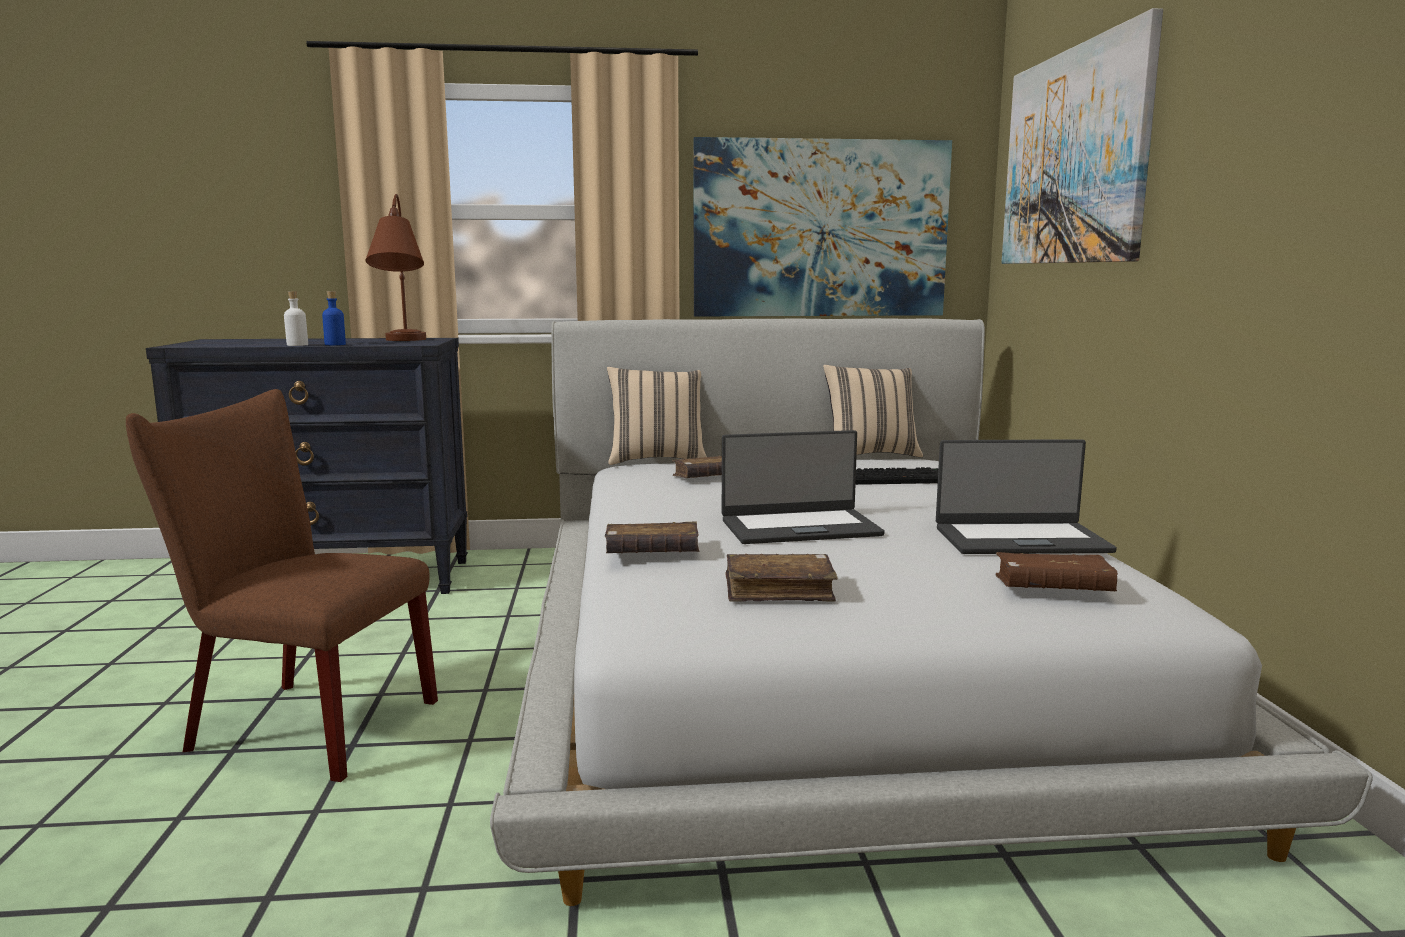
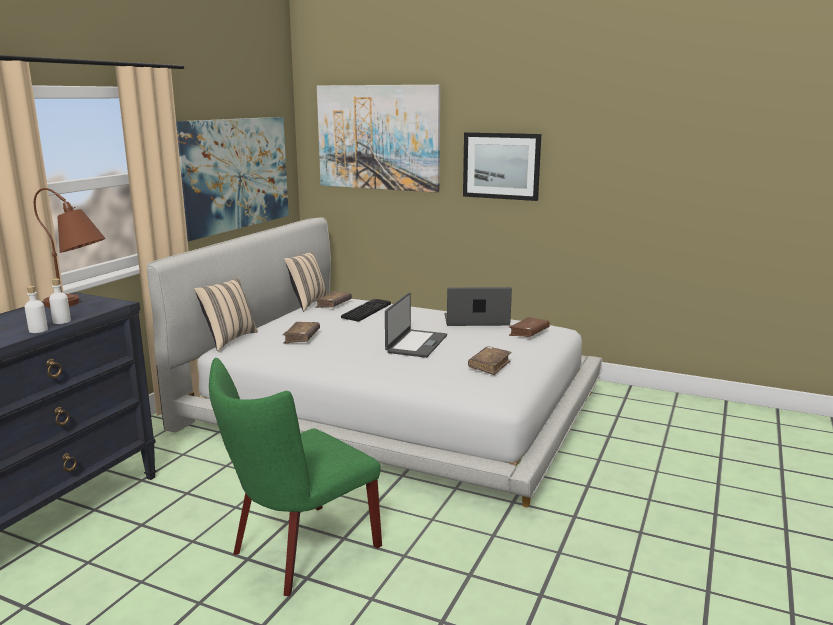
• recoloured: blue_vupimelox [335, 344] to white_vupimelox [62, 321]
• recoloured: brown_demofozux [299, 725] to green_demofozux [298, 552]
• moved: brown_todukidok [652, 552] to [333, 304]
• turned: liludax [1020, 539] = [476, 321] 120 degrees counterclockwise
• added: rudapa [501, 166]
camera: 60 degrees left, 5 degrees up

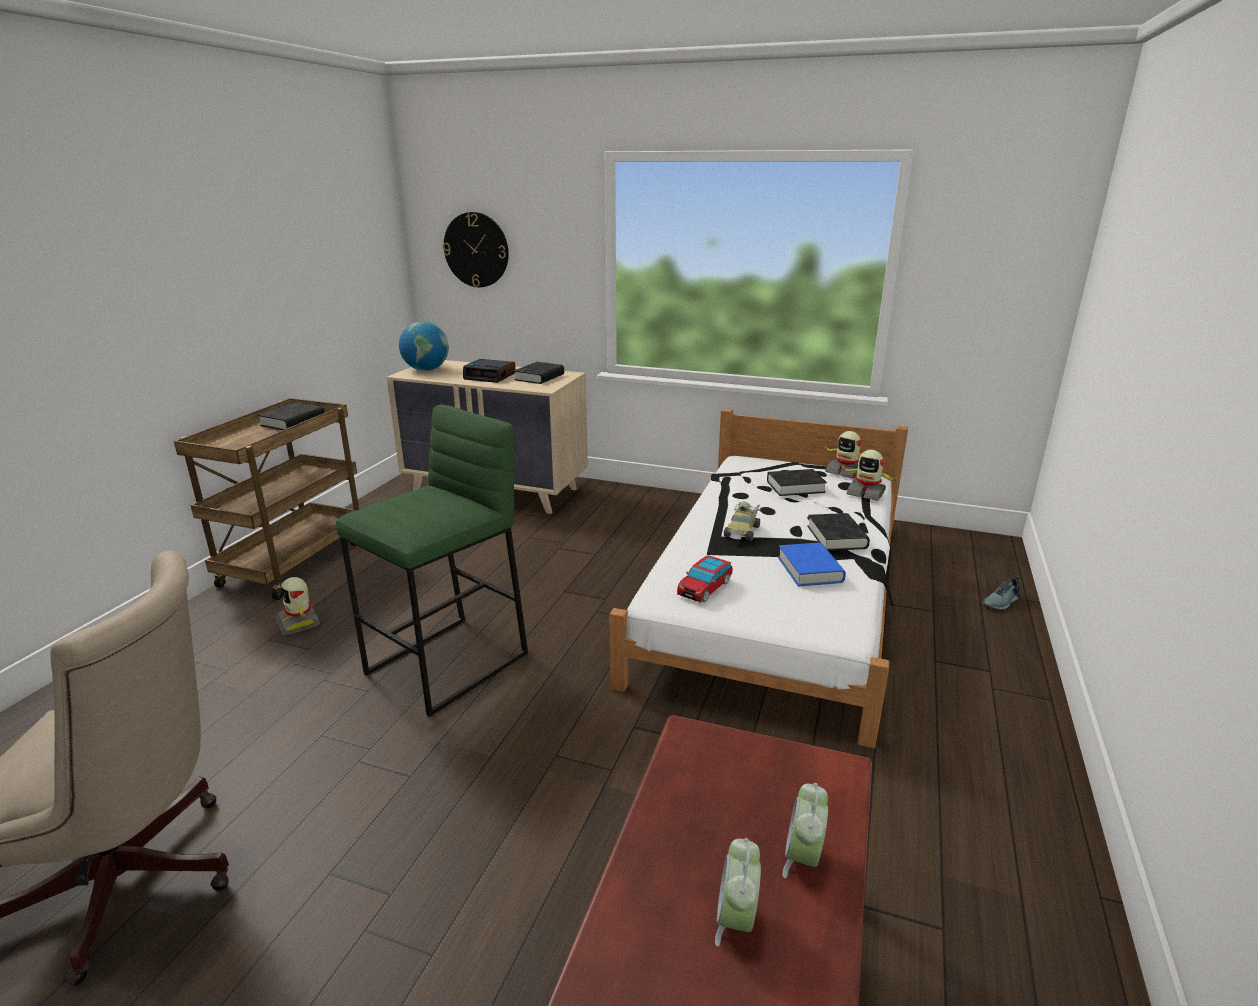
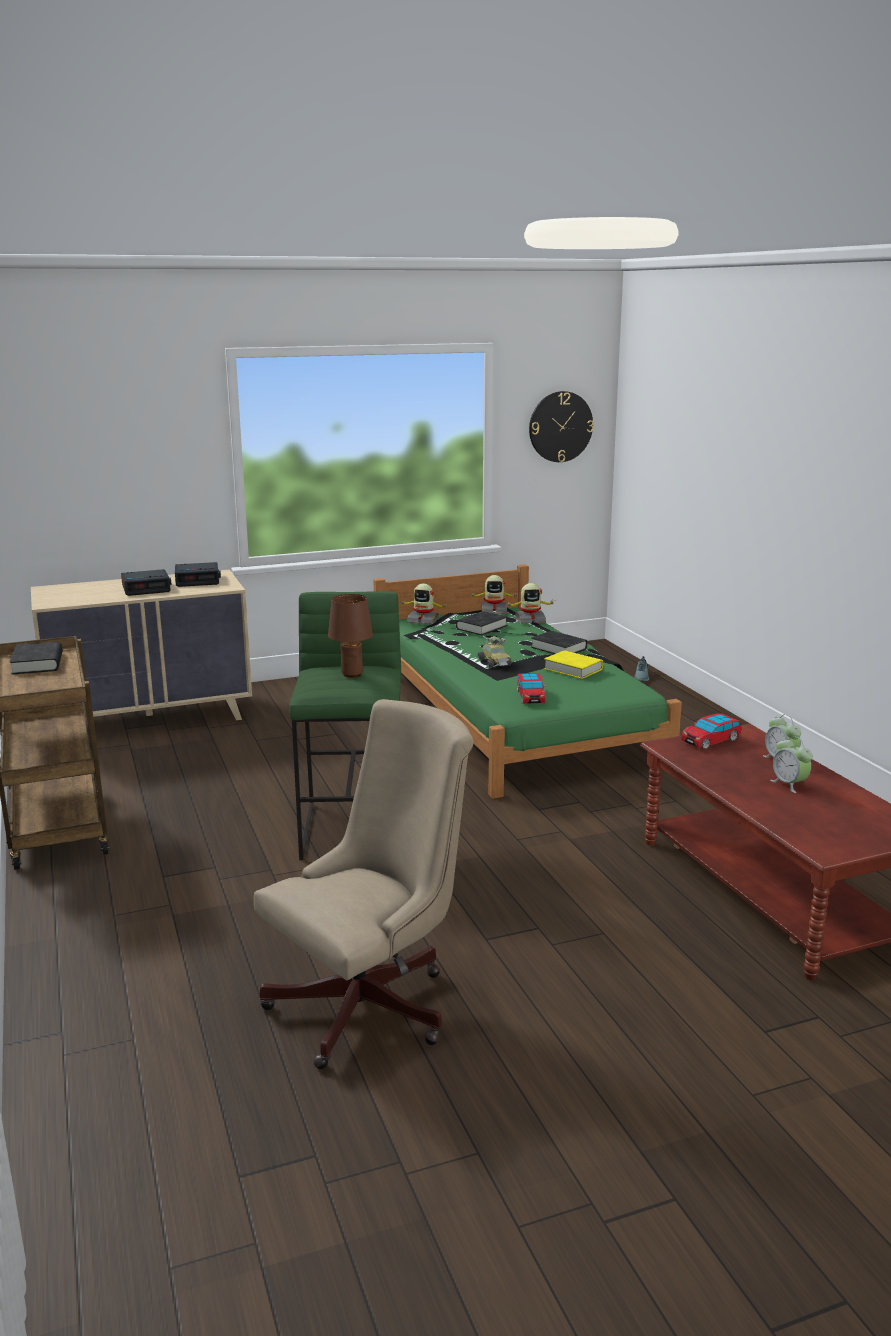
• replaced: black_todukidok [539, 377] to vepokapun [198, 580]
• added: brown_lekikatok [352, 674]
• recoloured: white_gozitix [775, 596] to green_gozitix [510, 716]
• moved: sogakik [299, 622] to [423, 621]
• moved: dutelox [476, 250] to [560, 426]
• recoloured: blue_todukidok [810, 569] to yellow_todukidok [573, 669]
• added: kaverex [710, 740]
• removed: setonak [426, 369]
camera: 40 degrees left, 5 degrees down

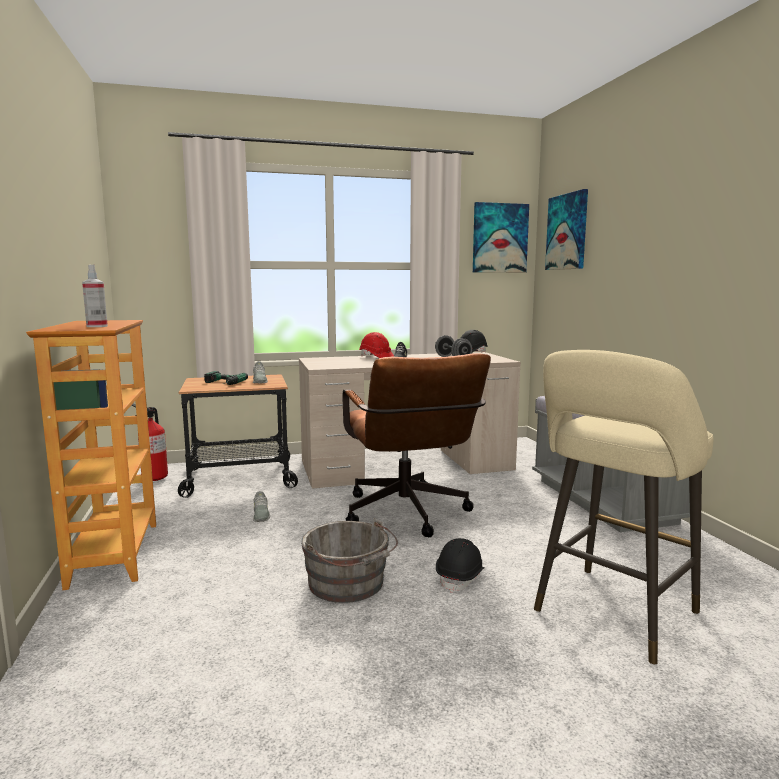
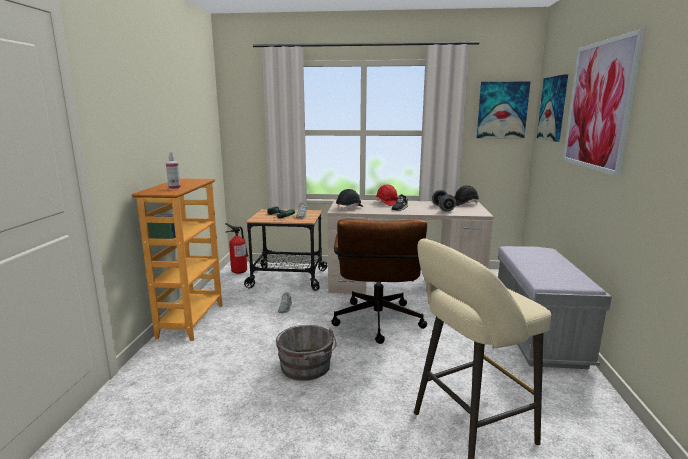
• moved: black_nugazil [461, 577] to [349, 208]
• added: rudapa [598, 106]
camera: 20 degrees right, 5 degrees up

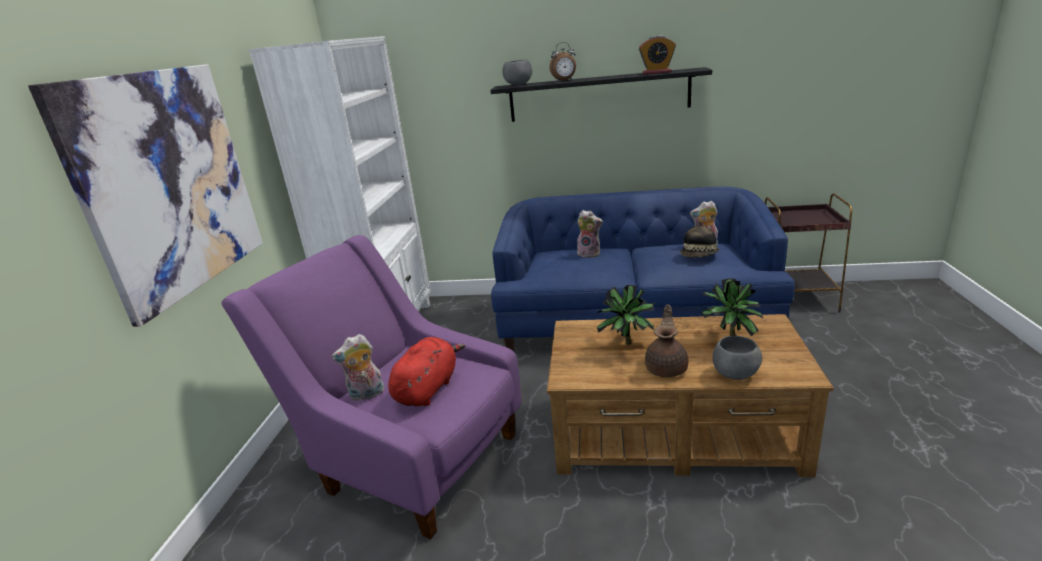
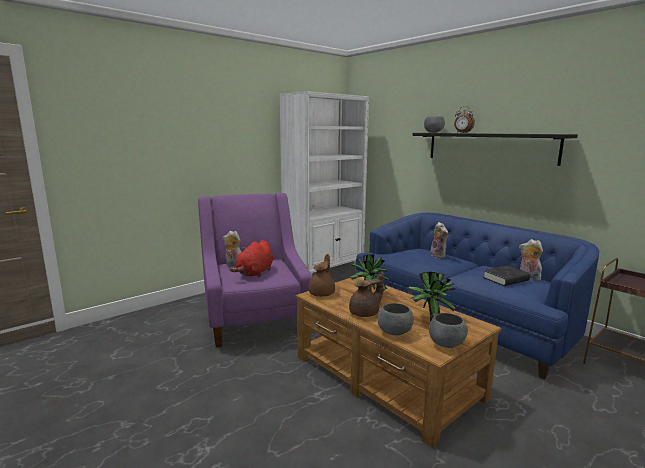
• turned: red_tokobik [428, 389] = [255, 273] 135 degrees clockwise
• added: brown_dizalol [322, 293]
• added: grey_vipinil [447, 344]
• replaced: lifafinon [699, 256] to black_todukidok [505, 279]
• removed: rudapa [170, 184]
• removed: vepokapun [657, 73]
camera: 40 degrees right, 10 degrees down

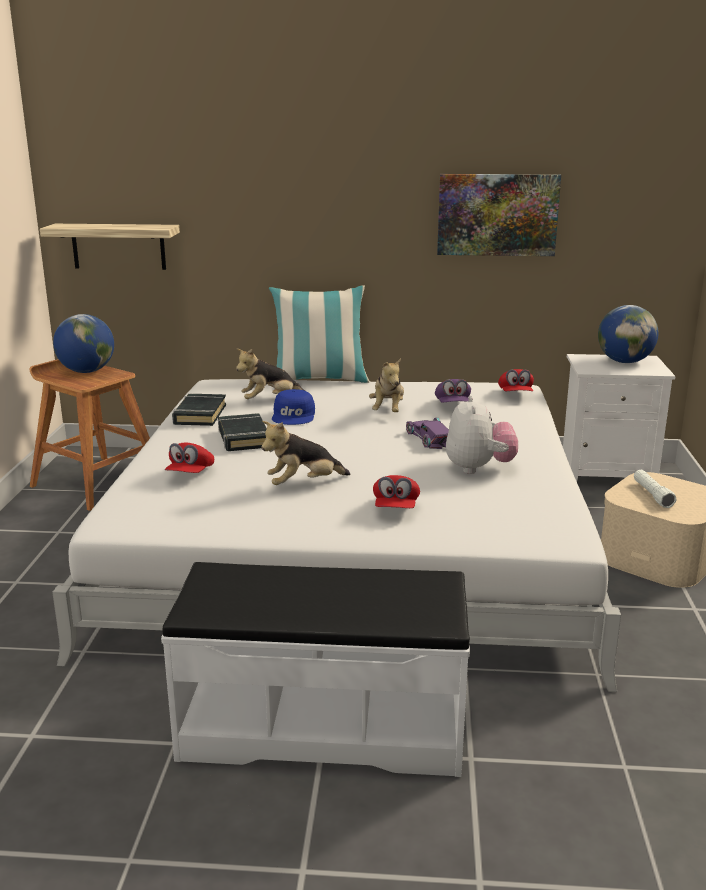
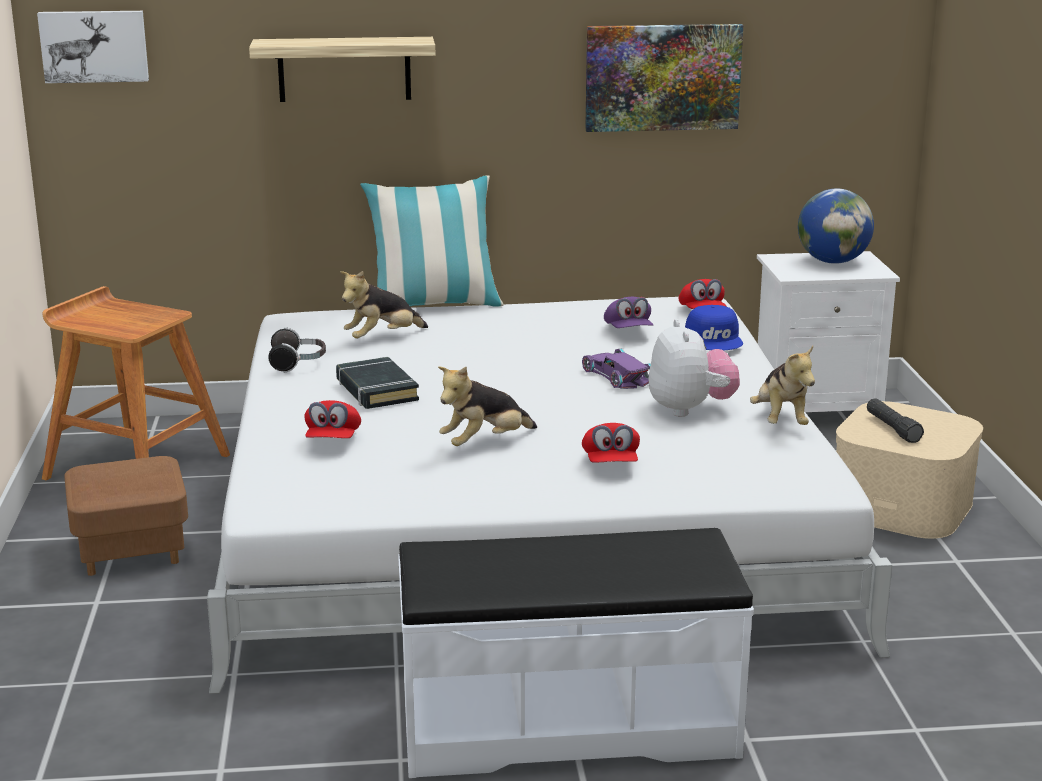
• added: rudapa [94, 46]
• added: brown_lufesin [131, 550]
• moved: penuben [118, 246] to [344, 69]
• replaced: black_todukidok [199, 414] to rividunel [298, 363]
• moved: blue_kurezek [294, 415] to [714, 339]
• moved: tokobik [388, 410] to [780, 420]
• recoloured: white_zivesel [652, 495] to black_zivesel [892, 429]
• removed: setonak [87, 371]
camera: 10 degrees left, 0 degrees up

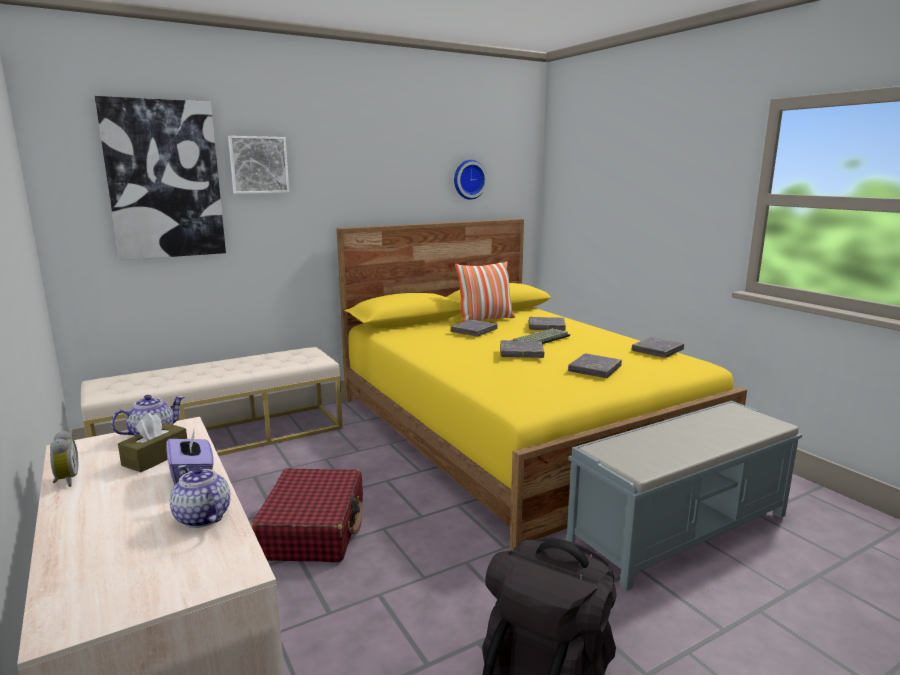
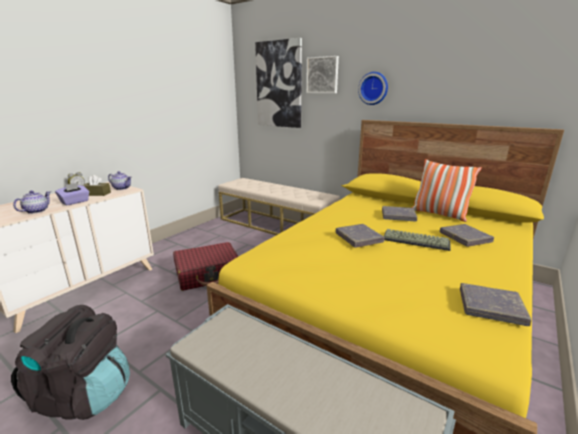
• moved: dutelox [468, 179] to [373, 88]
• removed: grey_todukidok [594, 369]
camera: 65 degrees right, 5 degrees up

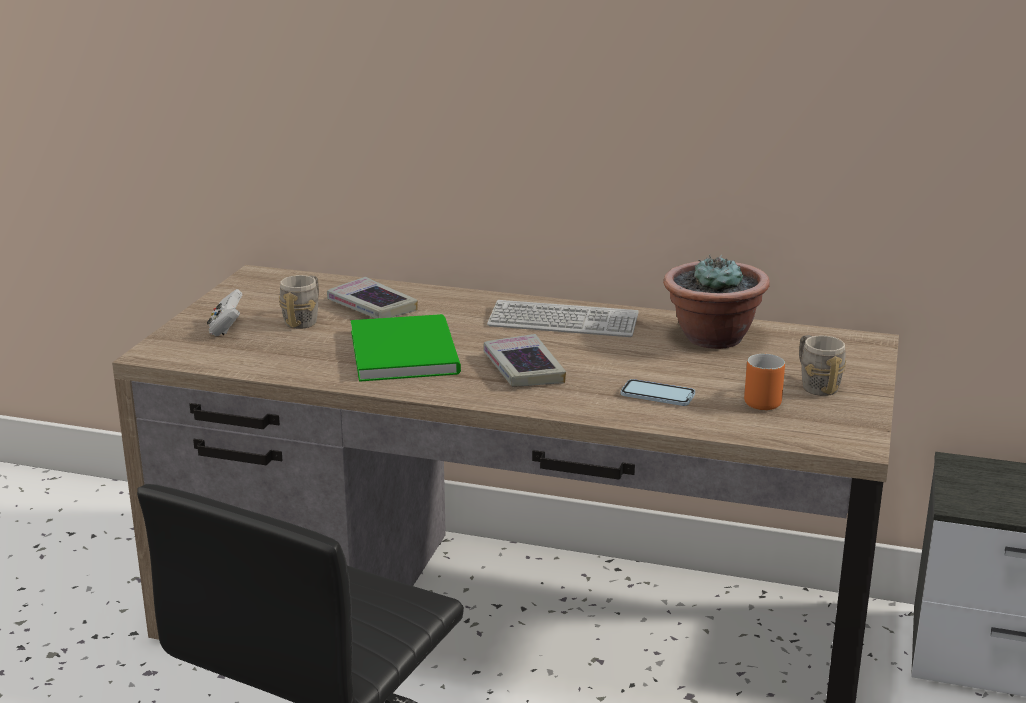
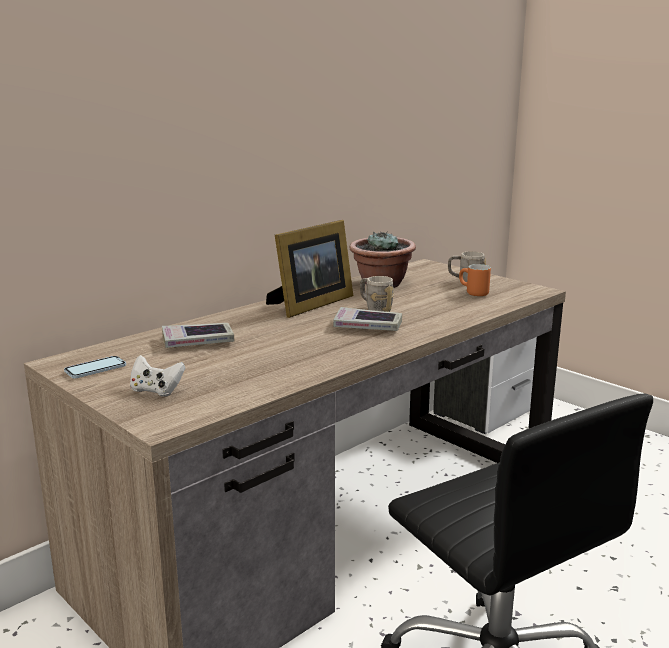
• moved: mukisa [657, 395] to [95, 369]
• replaced: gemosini [563, 322] to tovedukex [310, 304]
• moved: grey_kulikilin [304, 320] to [375, 309]
• removed: green_todukidok [407, 350]
camera: 60 degrees left, 5 degrees down

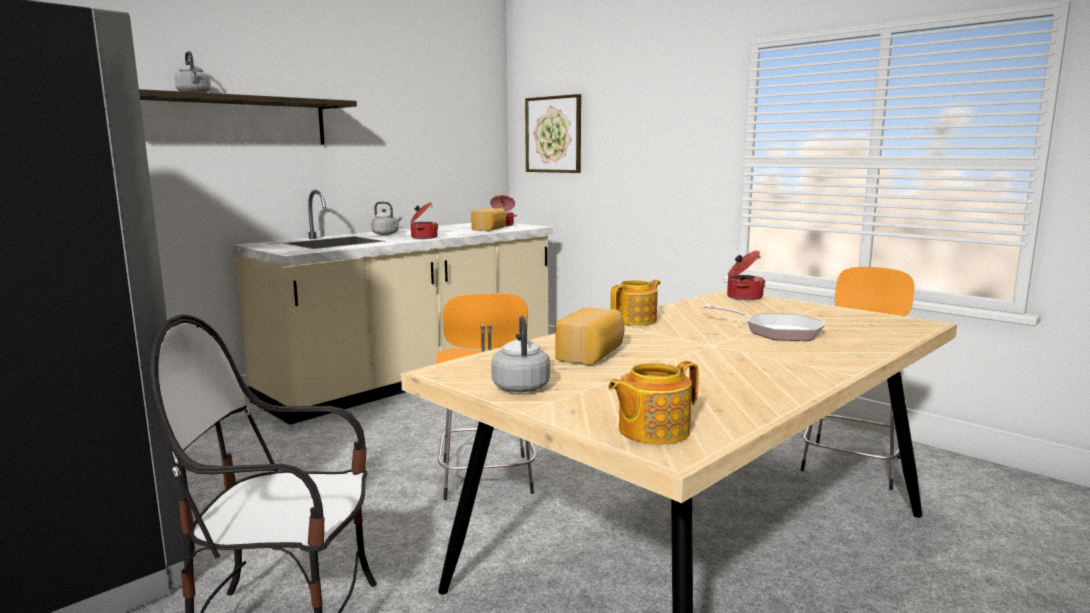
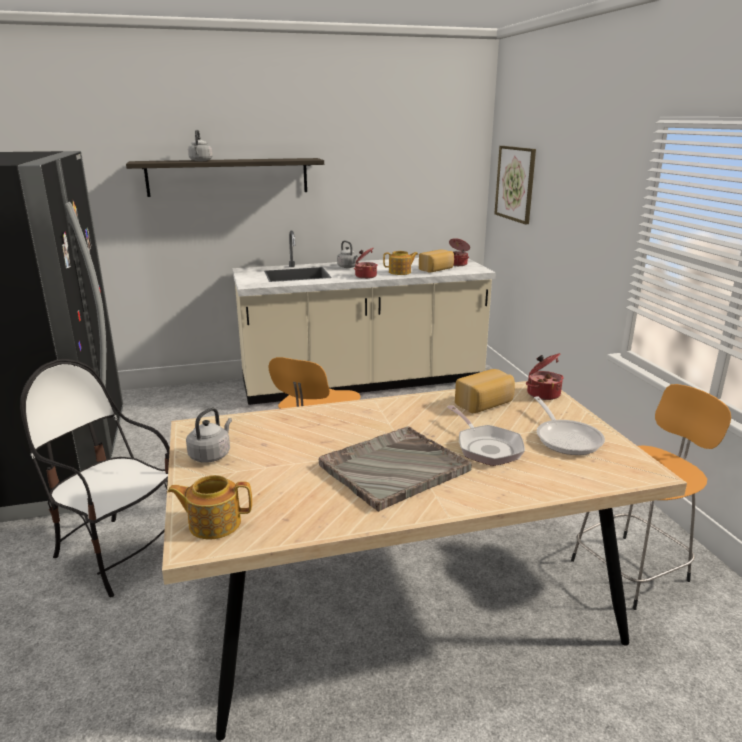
• added: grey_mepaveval [393, 468]
• moved: dizalol [636, 320] to [400, 272]
• moved: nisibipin [592, 354] to [485, 404]
• added: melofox [566, 438]
camera: 30 degrees right, 10 degrees up

